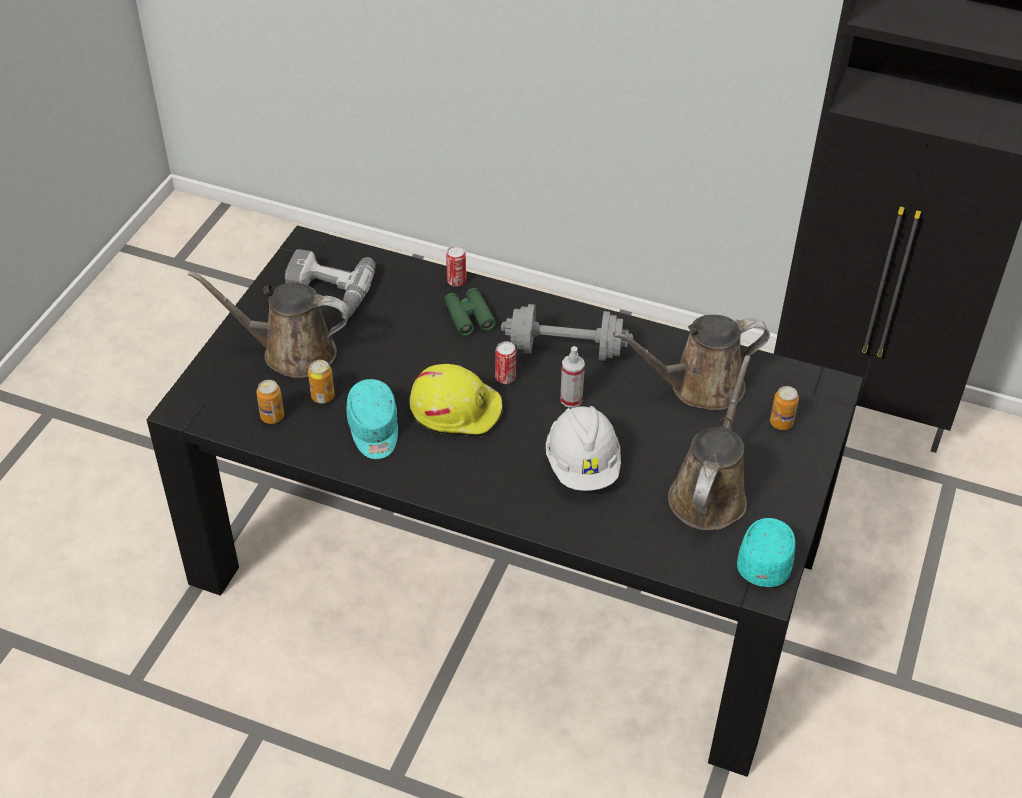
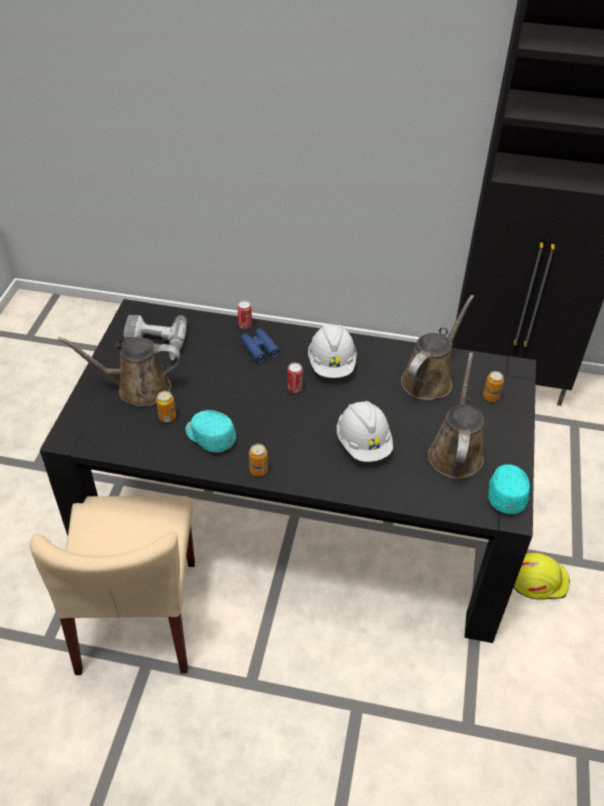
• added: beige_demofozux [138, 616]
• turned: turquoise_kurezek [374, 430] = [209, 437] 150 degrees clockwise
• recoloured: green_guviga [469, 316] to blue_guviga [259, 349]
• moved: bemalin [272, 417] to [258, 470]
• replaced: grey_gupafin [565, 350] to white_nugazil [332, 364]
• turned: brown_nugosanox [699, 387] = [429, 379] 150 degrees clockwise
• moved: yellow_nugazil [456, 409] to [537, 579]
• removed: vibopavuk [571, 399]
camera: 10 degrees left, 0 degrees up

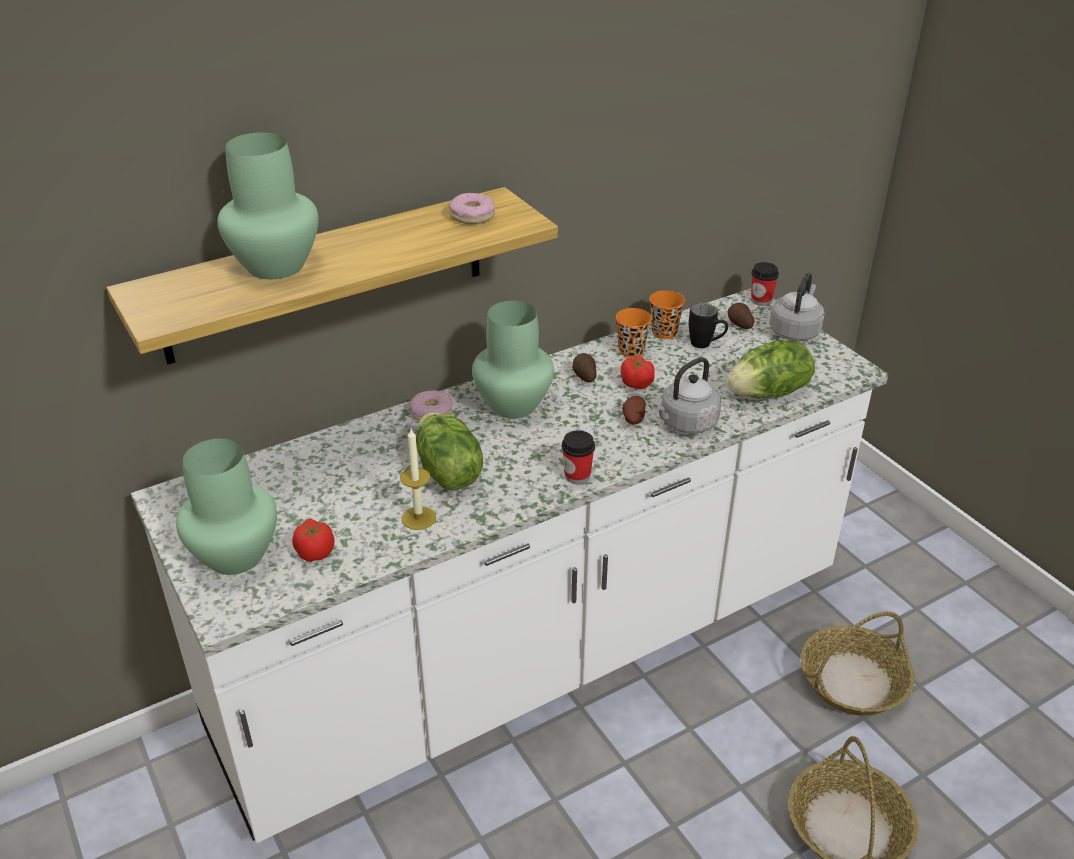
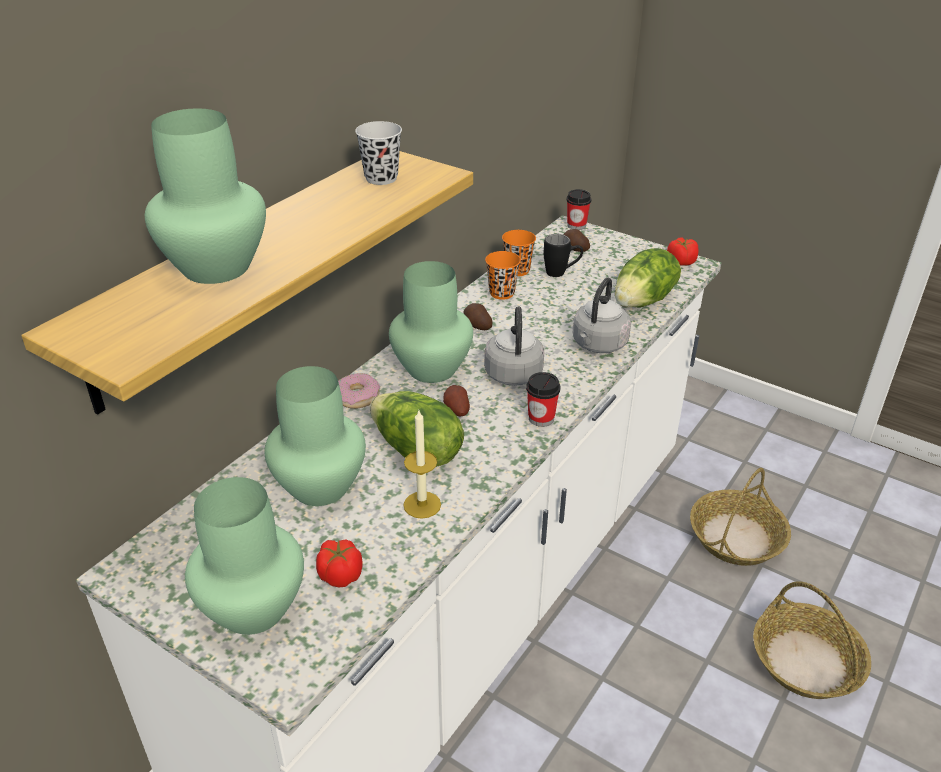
• added: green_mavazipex [319, 487]
• replaced: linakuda [472, 216] to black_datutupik [381, 178]
• moved: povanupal [632, 419] to [456, 410]
• moved: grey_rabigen [795, 331] to [513, 372]
• moved: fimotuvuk [636, 383] to [680, 262]
camera: 25 degrees left, 0 degrees up

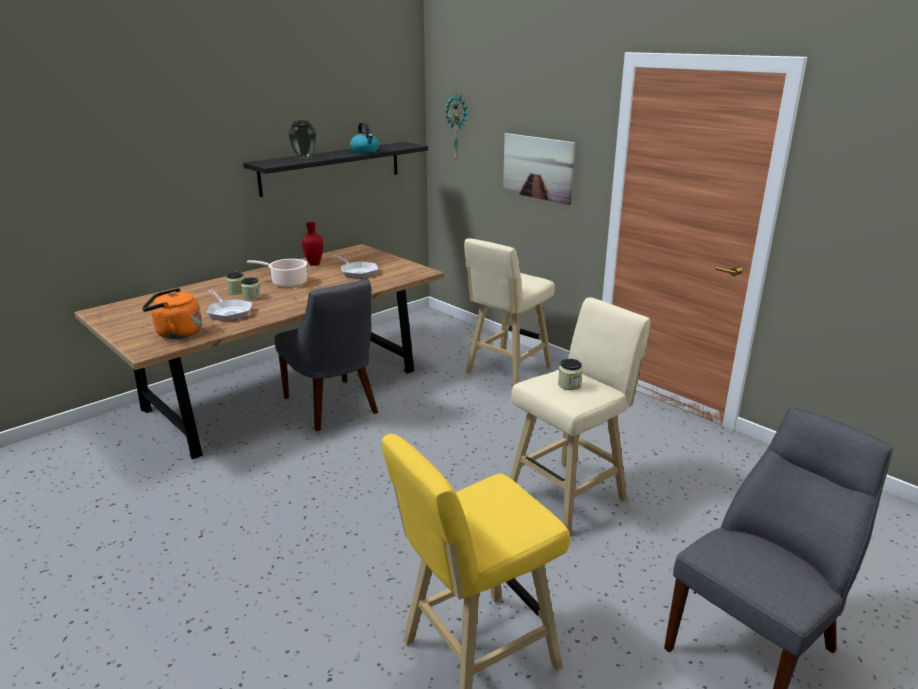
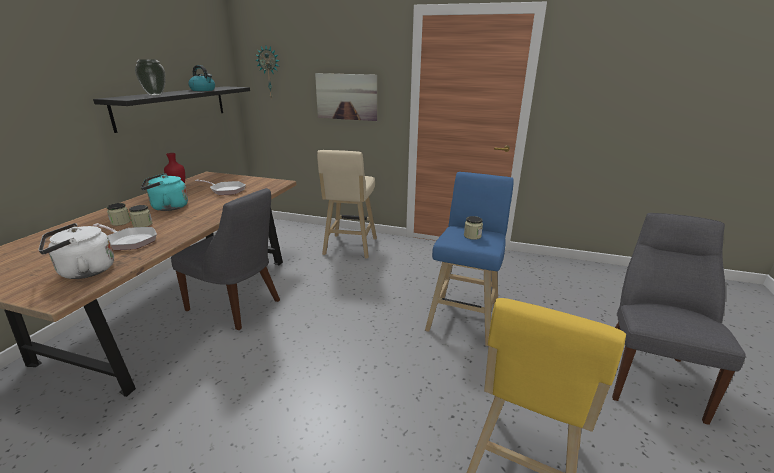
• recoloured: orange_rabigen [176, 333] to white_rabigen [83, 272]
• replaced: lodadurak [287, 283] to turquoise_rabigen [167, 207]
• recoloured: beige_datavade [570, 495] to blue_datavade [464, 317]
camera: 30 degrees left, 0 degrees up

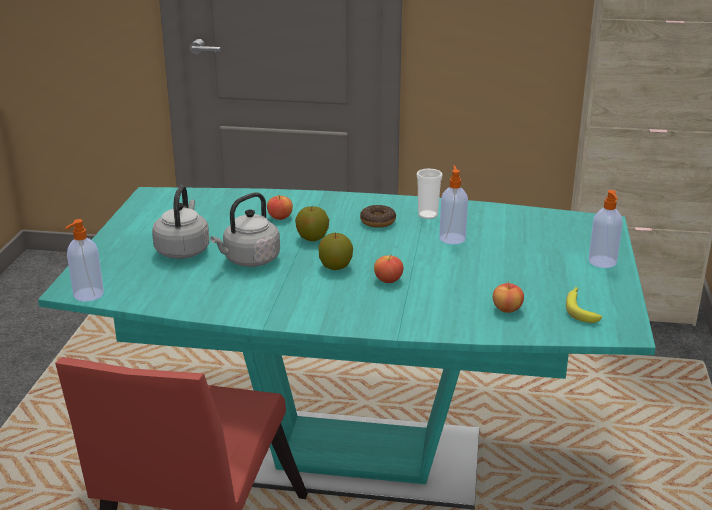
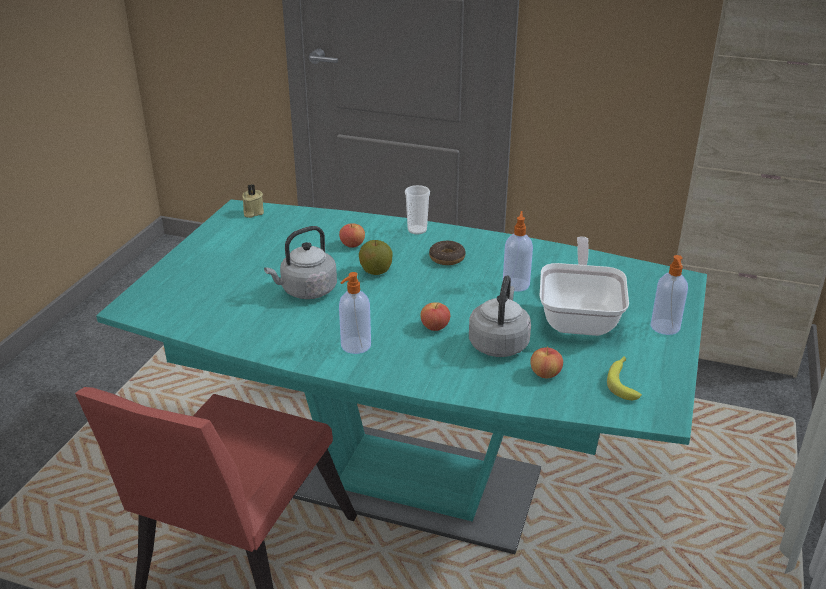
• added: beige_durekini [252, 212]
• moved: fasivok [87, 295] to [355, 346]
• moved: datutupik [427, 215] to [417, 230]
• moved: grey_rabigen [183, 250] to [499, 343]
• added: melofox [580, 316]
• removed: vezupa [335, 267]
camera: 10 degrees right, 5 degrees up

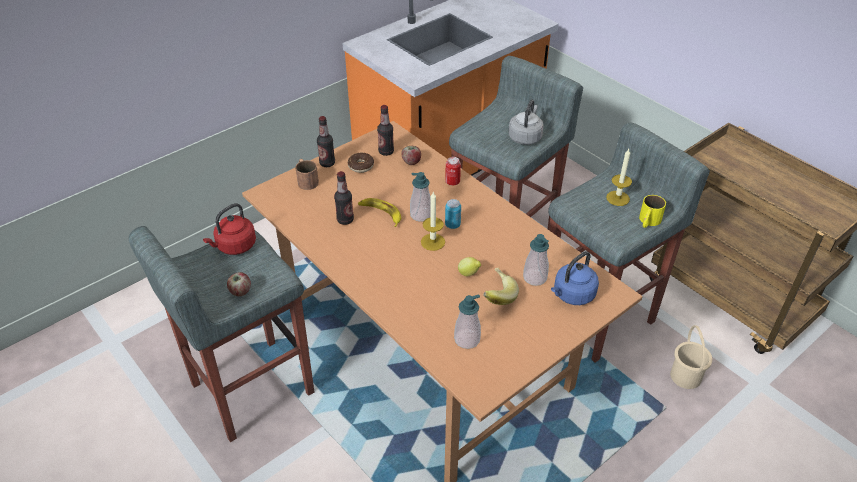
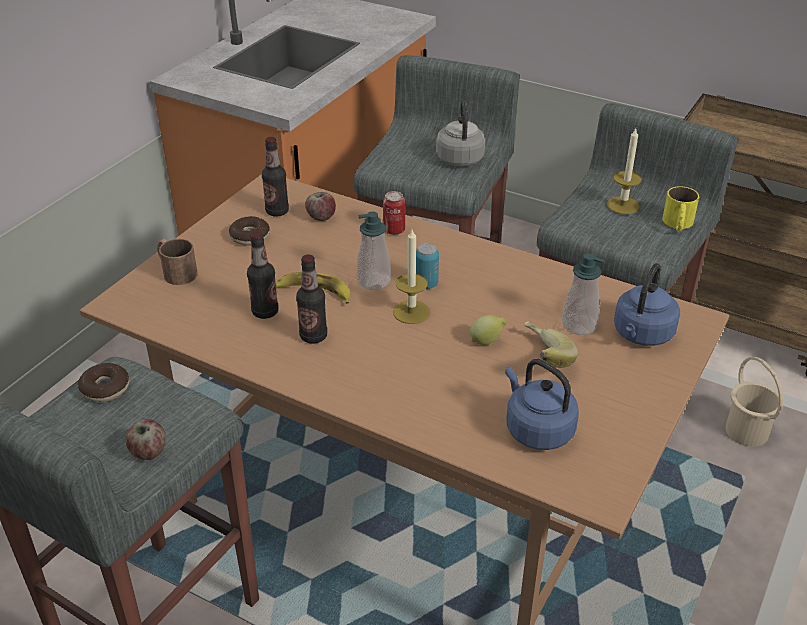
• replaced: red_rabigen [234, 246] to linakuda [105, 388]
• moved: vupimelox [327, 163] to [313, 336]
• replaced: fasivok [467, 339] to blue_rabigen [536, 429]
camera: 20 degrees left, 5 degrees down

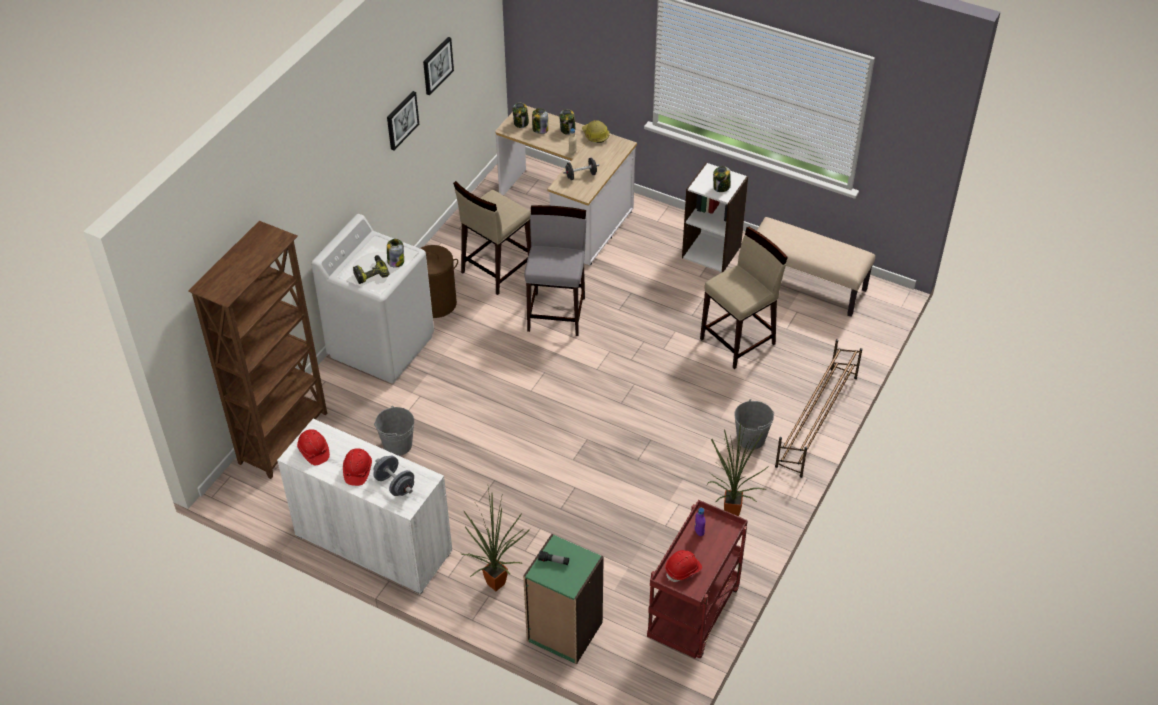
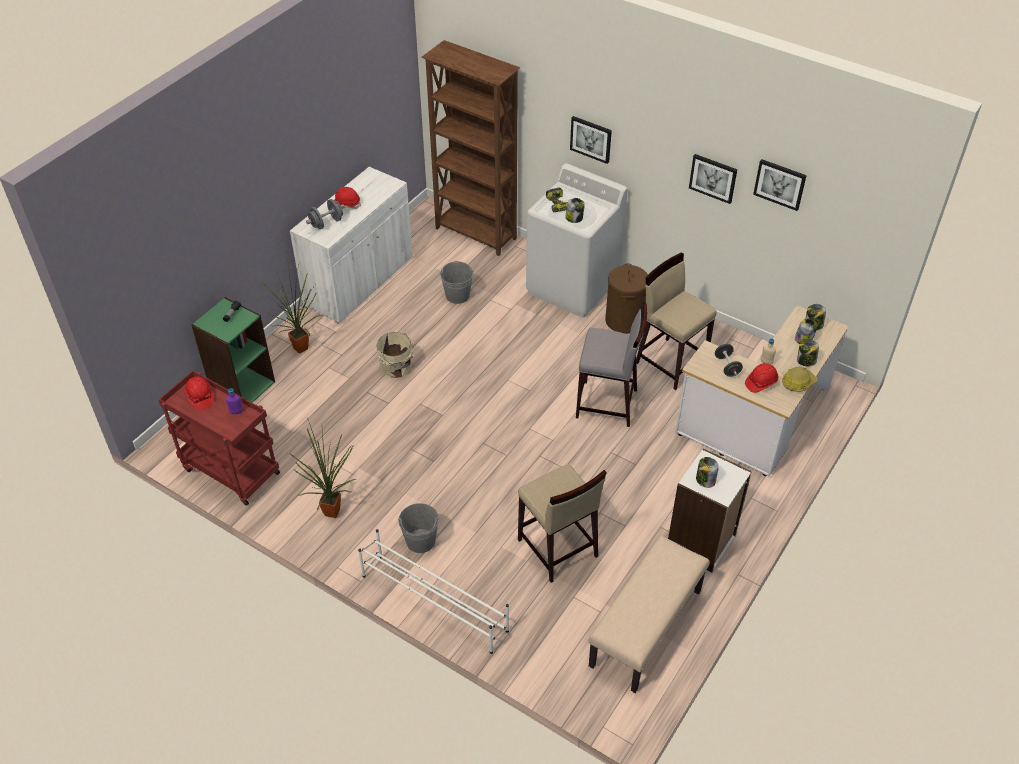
• recoloured: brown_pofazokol [816, 421] to white_pofazokol [434, 602]
• added: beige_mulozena [397, 367]
• added: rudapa [591, 139]
• moved: red_nugazil [314, 451] to [761, 383]
camera: 95 degrees right, 0 degrees up

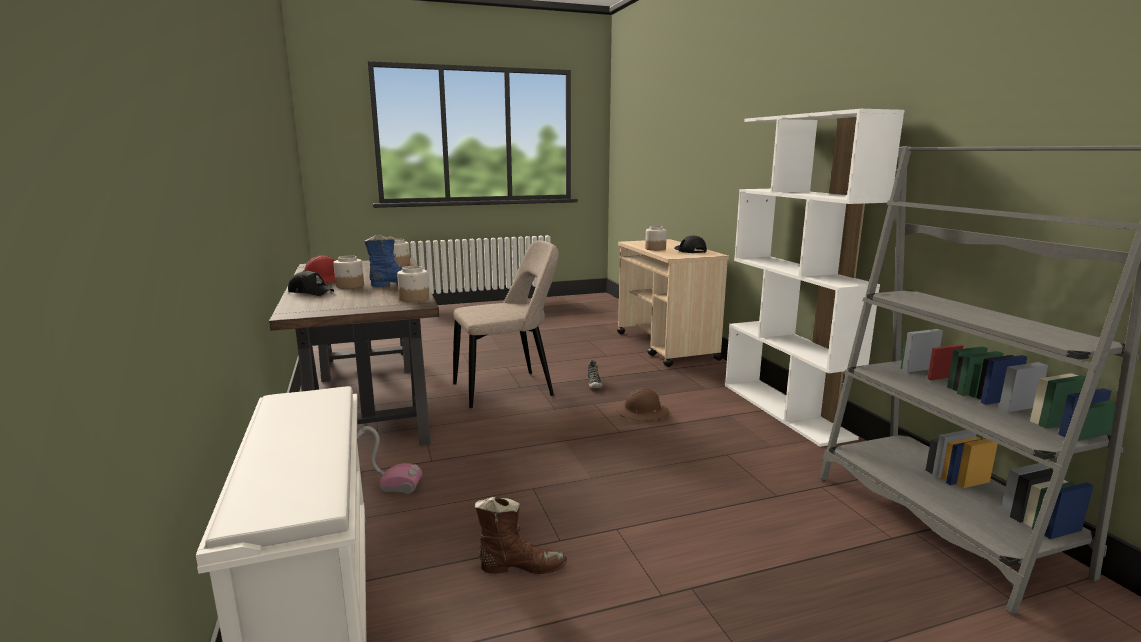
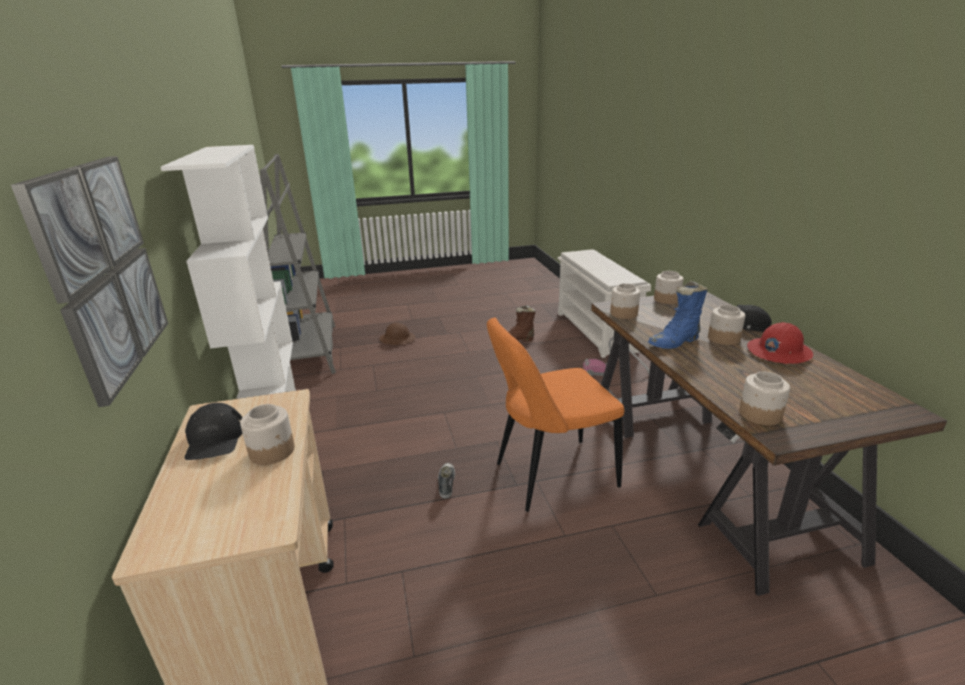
• added: rudapa [103, 271]
• moved: brown_nugazil [642, 412] to [397, 339]
• recoloured: beige_demofozux [508, 389] to orange_demofozux [550, 476]
• added: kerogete [667, 299]
camera: 175 degrees left, 10 degrees up

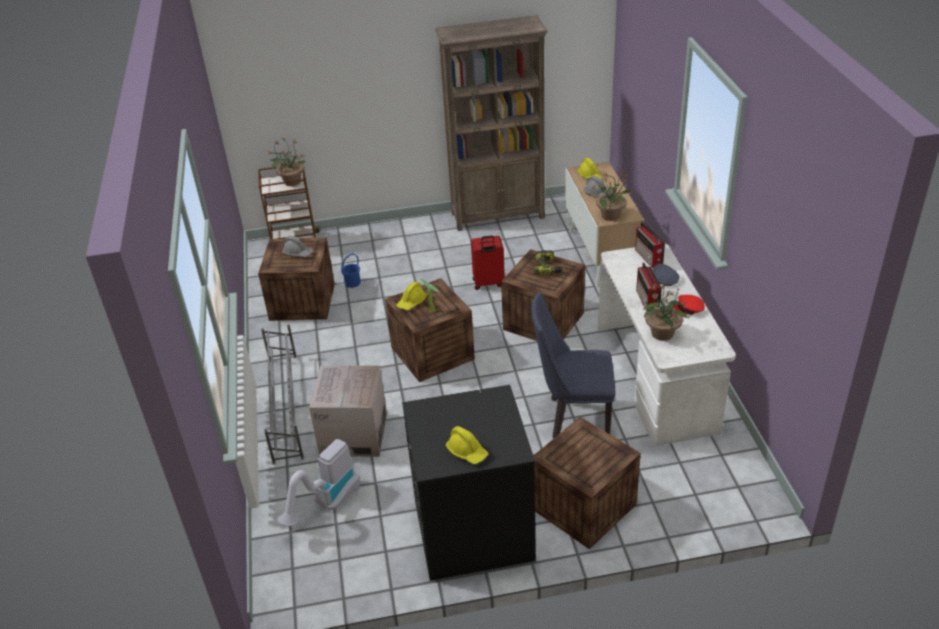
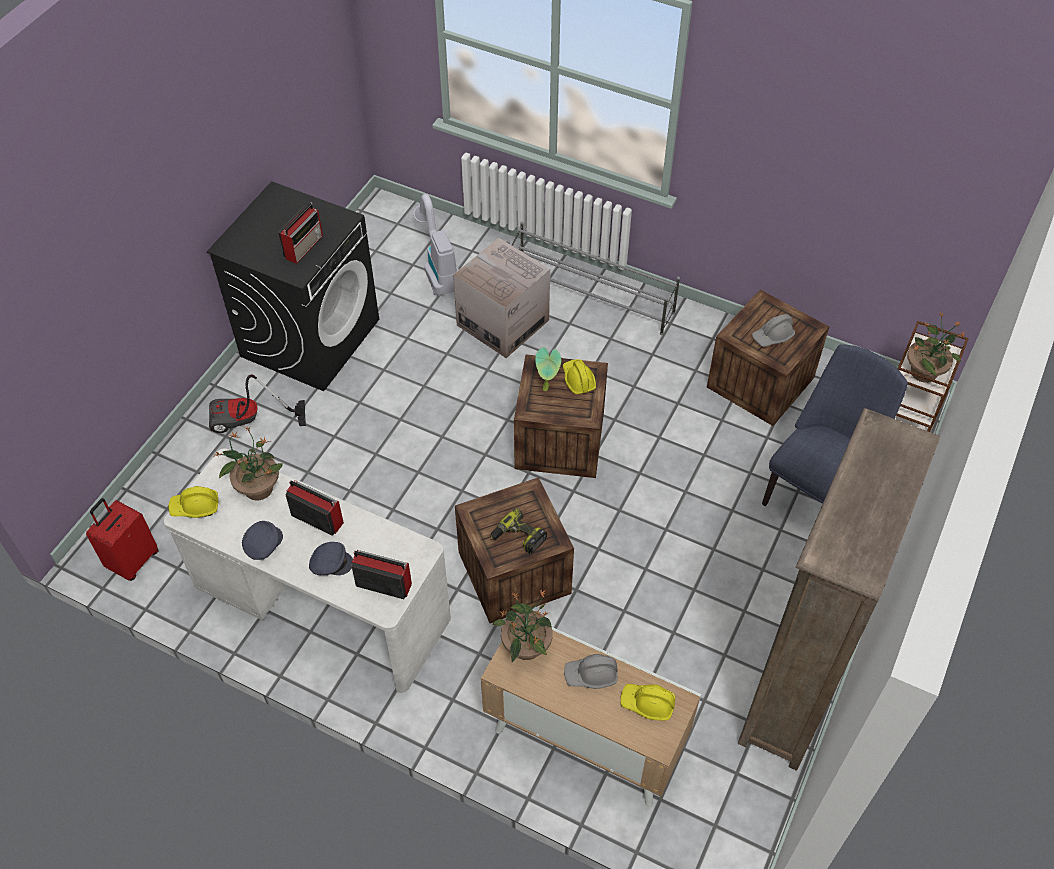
• moved: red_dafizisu [488, 283] to [132, 560]
• moved: yellow_nugazil [467, 452] to [195, 507]
• replaced: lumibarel [583, 506] to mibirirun [249, 422]
• recoloured: red_kurezek [689, 309] to grey_kurezek [263, 544]
• added: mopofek [304, 246]
• moved: blue_demofozux [572, 418] to [814, 495]
• removed: blue_mulozena [352, 282]
camera: 125 degrees right, 15 degrees up

